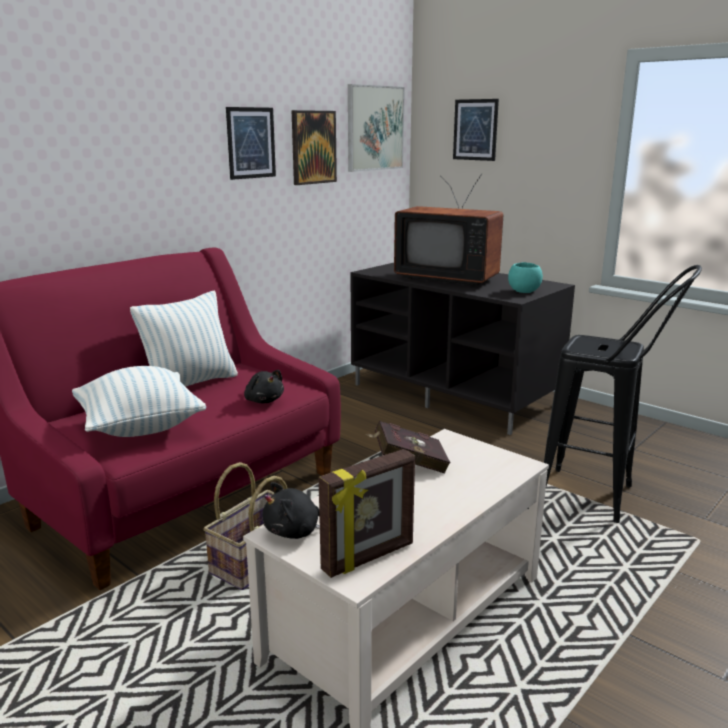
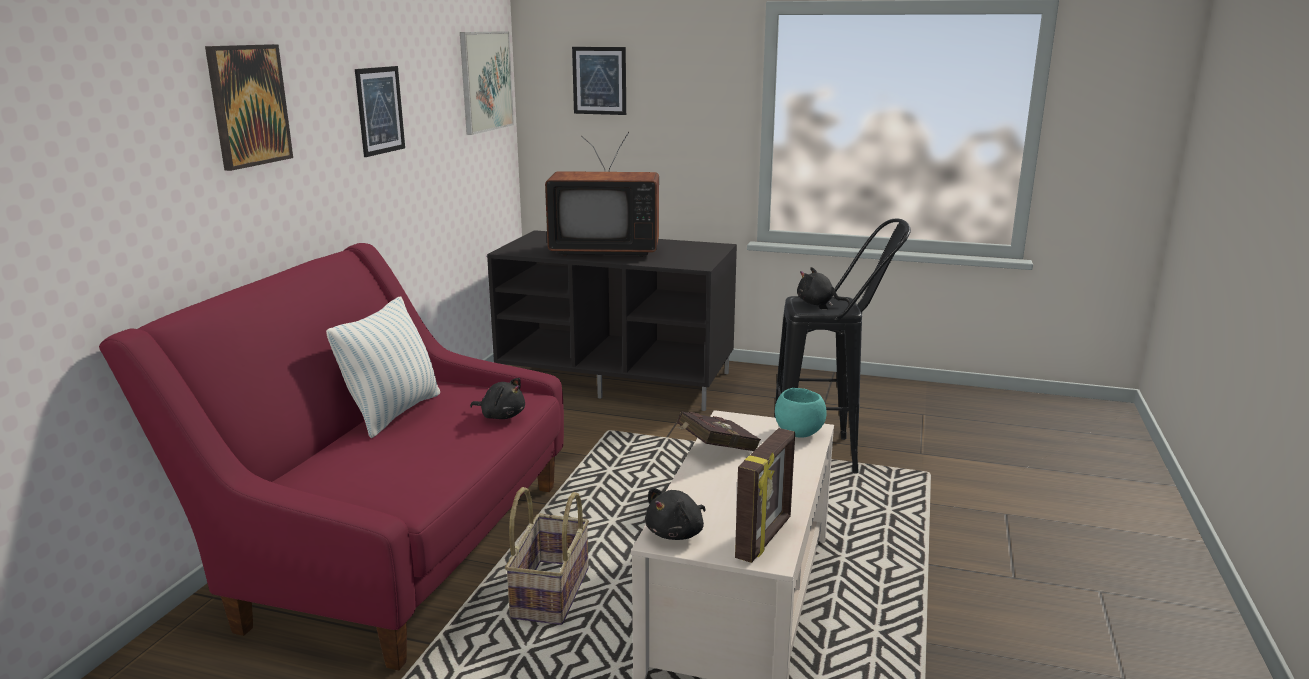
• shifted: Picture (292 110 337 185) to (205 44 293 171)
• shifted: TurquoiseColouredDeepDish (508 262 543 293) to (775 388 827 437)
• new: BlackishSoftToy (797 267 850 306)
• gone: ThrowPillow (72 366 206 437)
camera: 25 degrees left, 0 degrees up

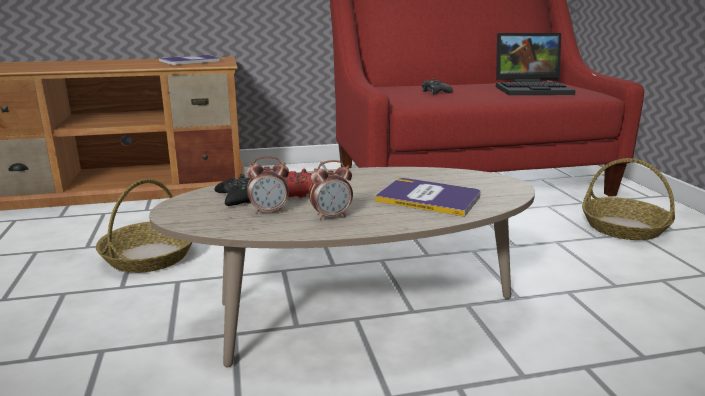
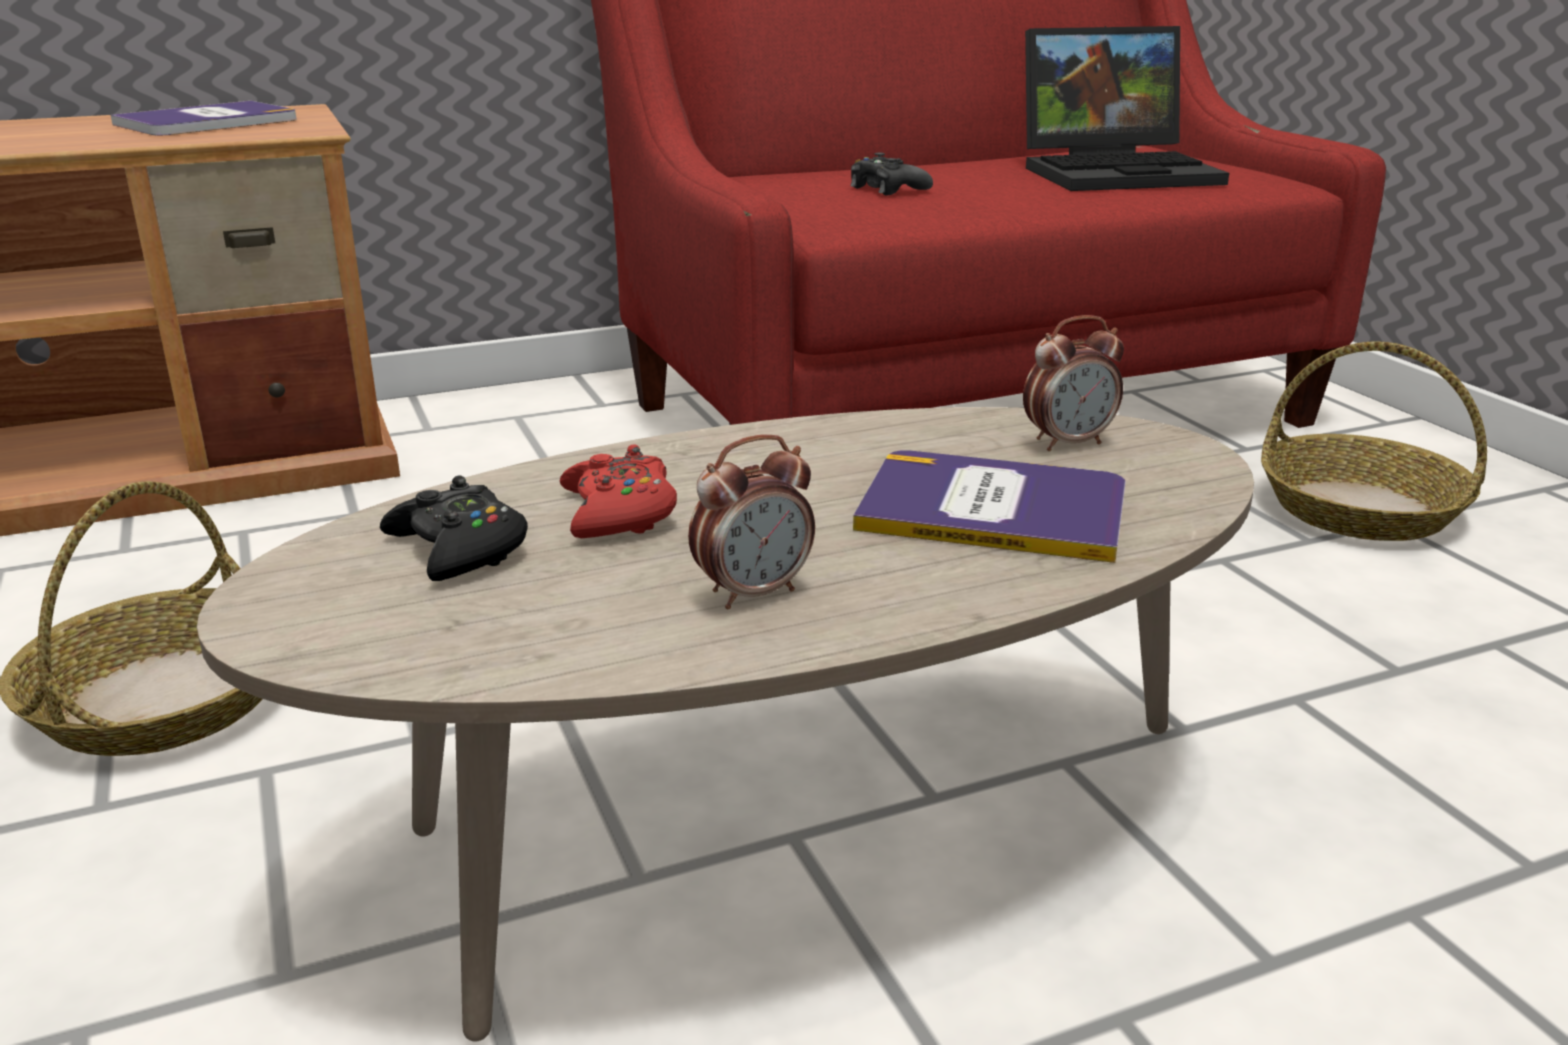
• shifted: AlarmClock (247 156 289 214) to (1023 315 1124 451)
camera: 10 degrees left, 5 degrees up

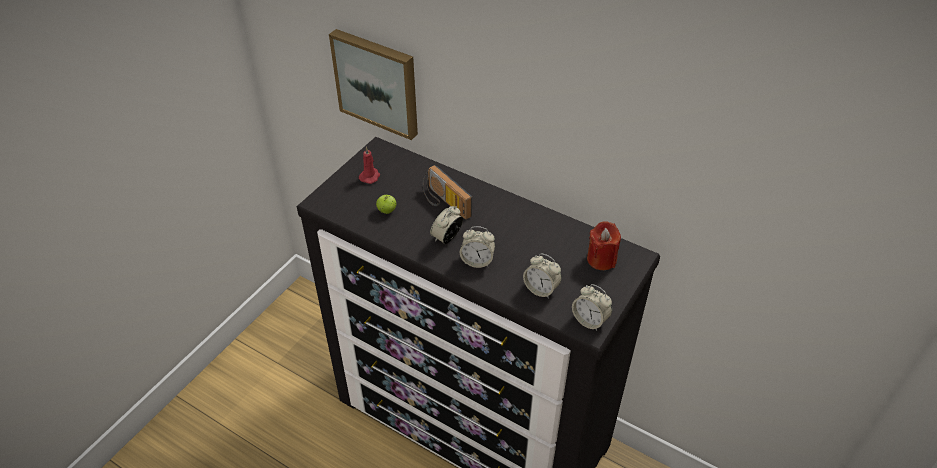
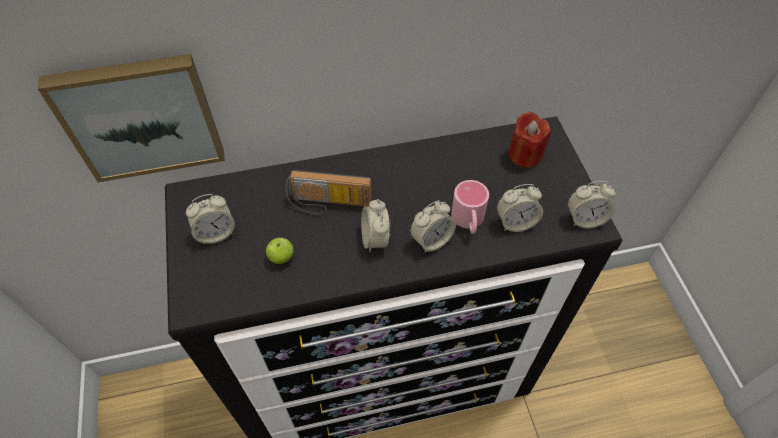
• swapped: RedWaxCandle (359 146 380 184) to AlarmClock (186 194 235 244)
• new: PinkColouredMug (451 180 489 234)
camera: 45 degrees left, 10 degrees up

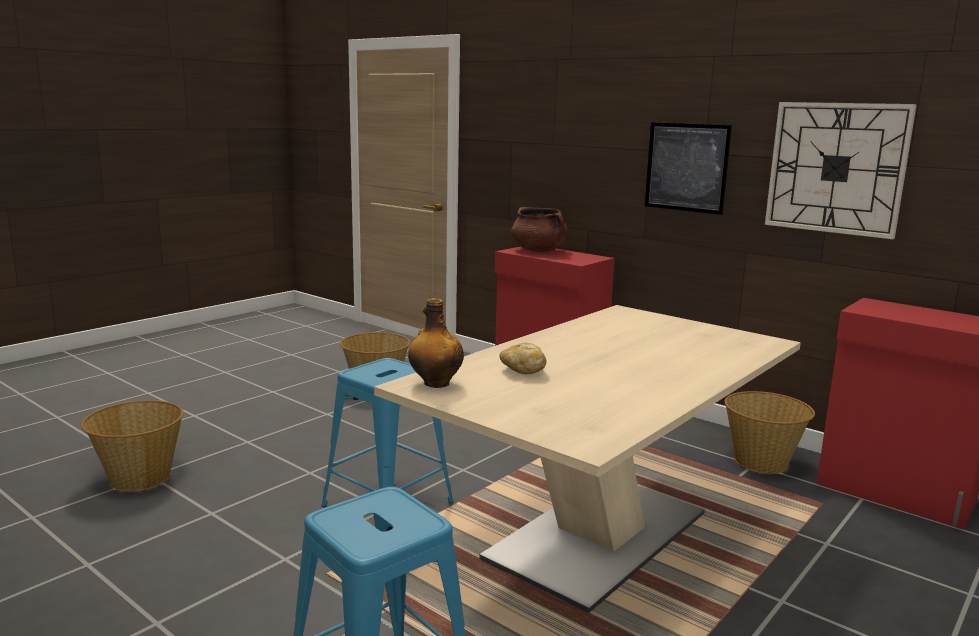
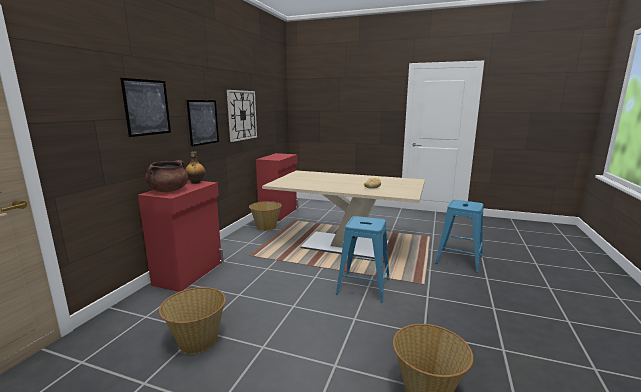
• new: Picture (120 78 171 137)
• shifted: BeverageBottle (408 298 464 388) to (185 152 205 184)
camera: 110 degrees left, 0 degrees up

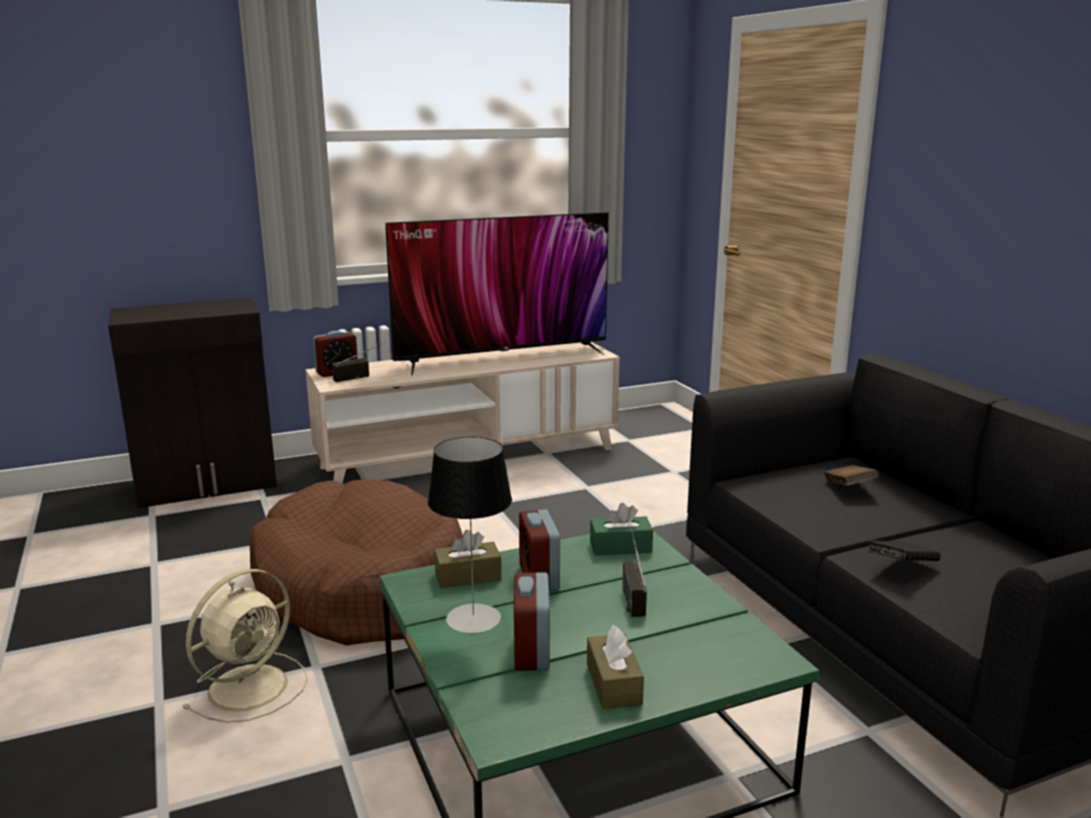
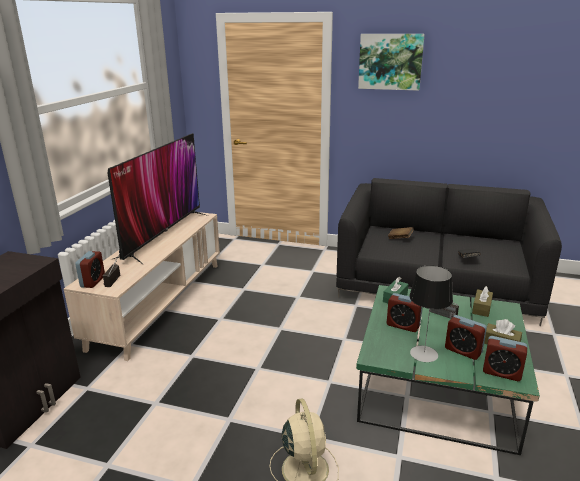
• new: Picture (358 34 425 91)
• shifted: BrownishBoxOfTissues (434 530 501 588) to (472 286 493 317)
• new: AlarmClock (483 336 528 381)
• gone: BrownishPetBed (249 479 463 645)
camera: 50 degrees left, 5 degrees up

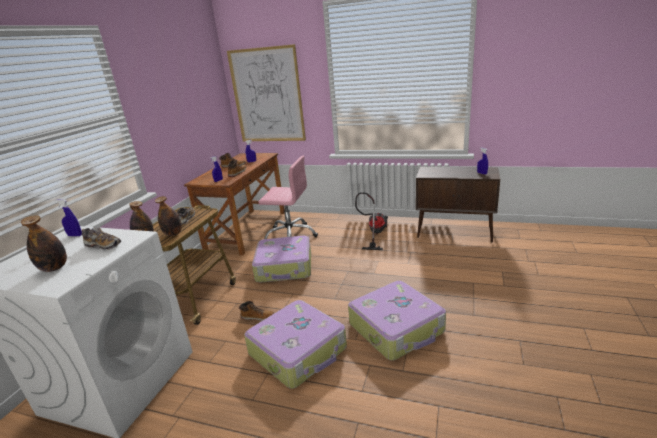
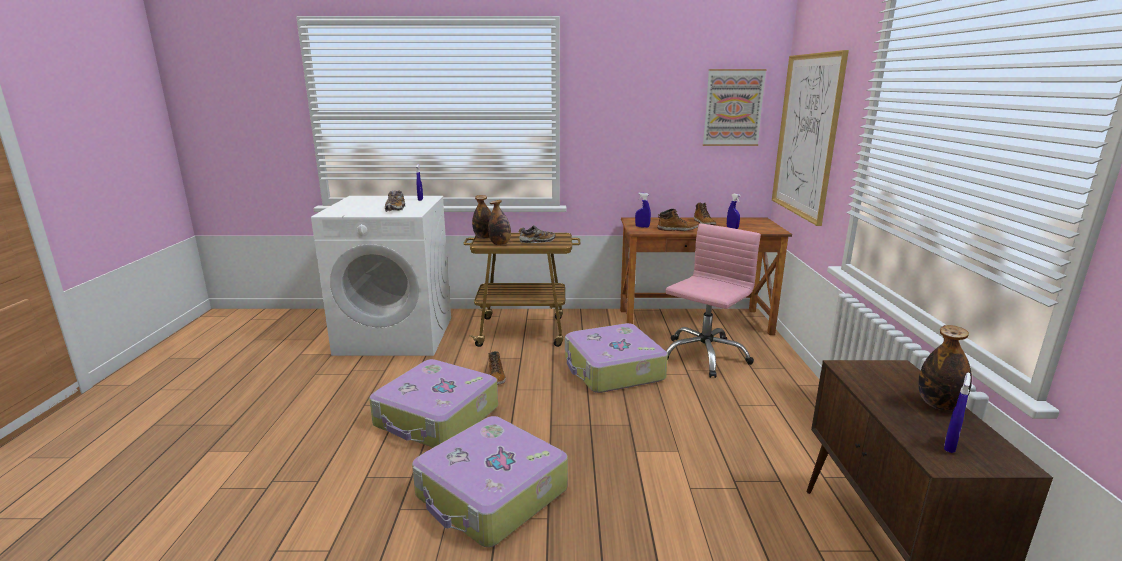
• rotated: PinkColouredOfficeChair (258 156 318 239) = (666 224 761 378) 135 degrees counterclockwise
• new: Picture (703 69 767 146)
• shifted: BeverageBottle (21 215 67 272) to (918 325 972 410)
• gone: Vacuum (355 192 388 250)
camera: 70 degrees right, 5 degrees down

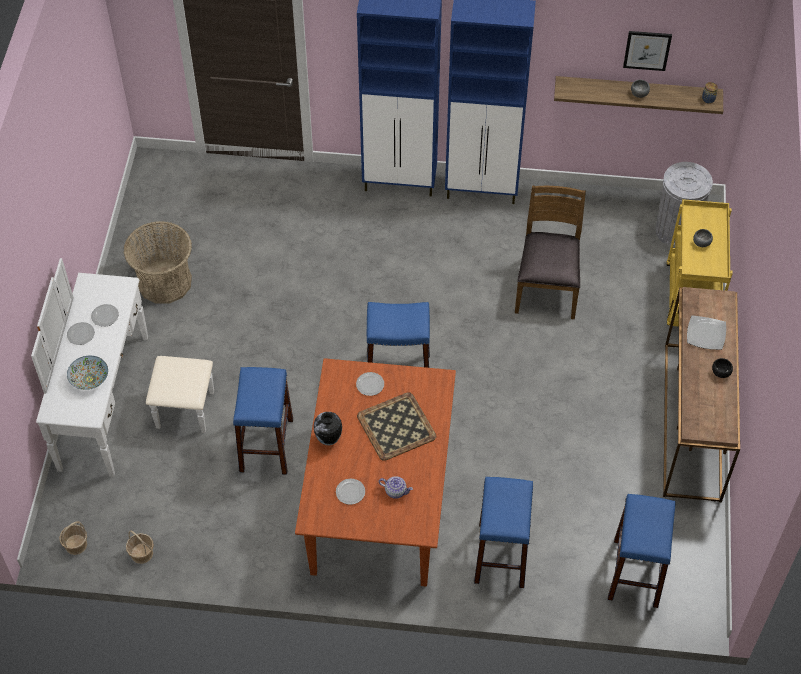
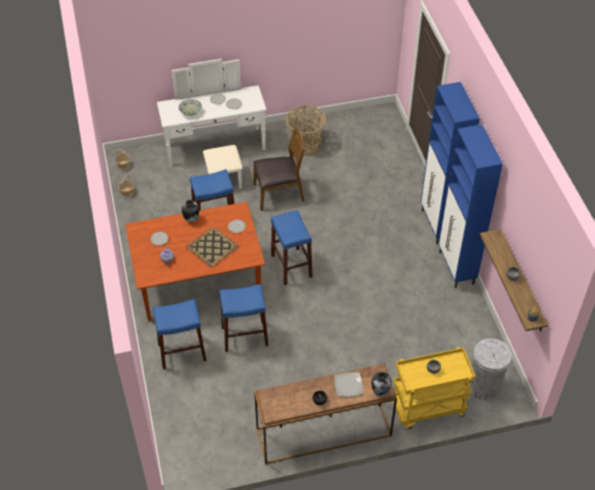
• shifted: BluishSittingStool (608 494 676 608) to (219 284 269 352)
• shifted: BrownishUprightChair (515 186 586 319) to (253 127 305 211)
• new: DecorativeVase (371 372 392 396)
• gone: Picture (623 31 672 71)
camera: 70 degrees right, 5 degrees down

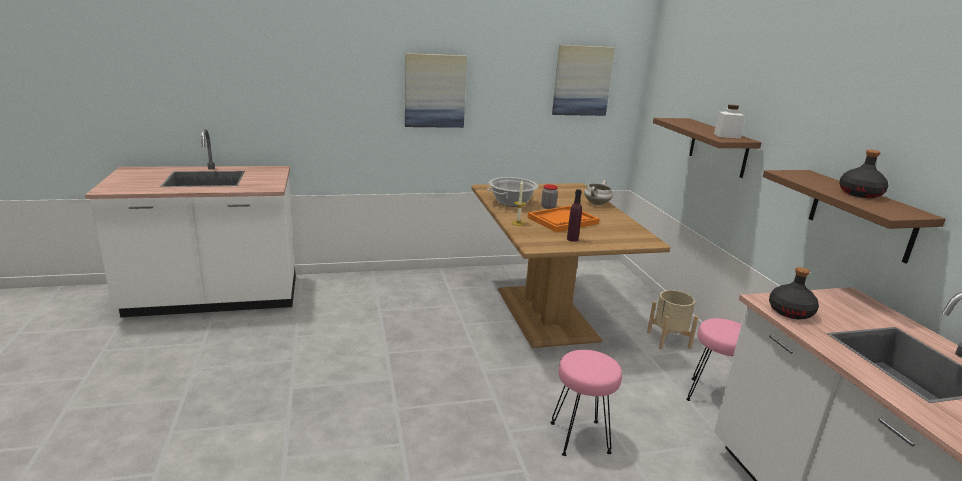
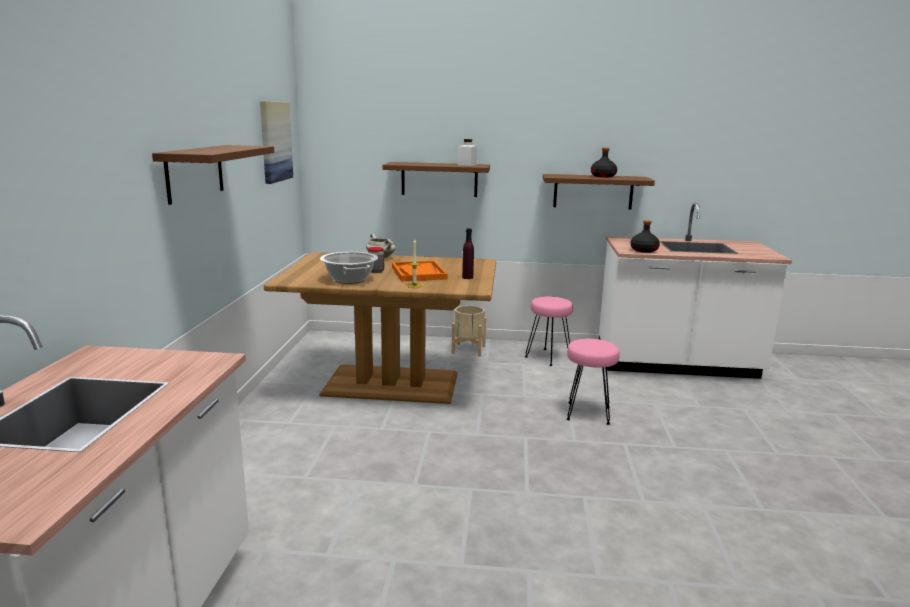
• swapped: Picture (405 53 467 128) to BrownishShelf (152 145 274 205)
camera: 70 degrees left, 5 degrees down

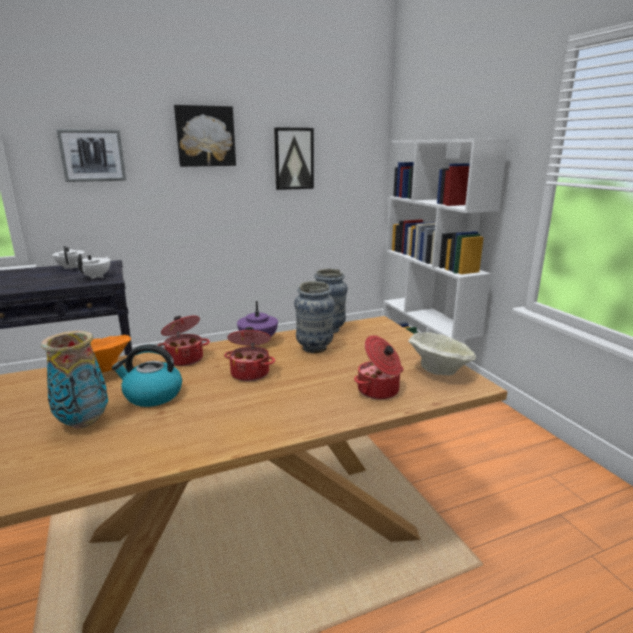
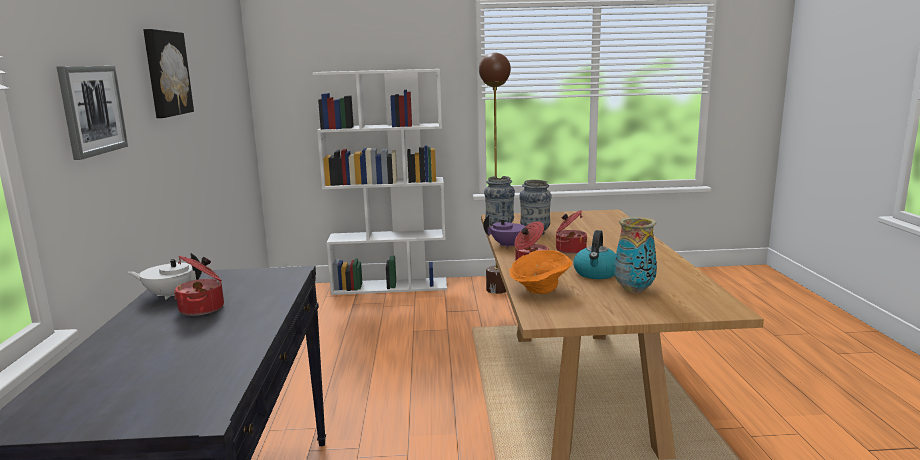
• shifted: CookingPot (354 335 404 399) to (174 256 224 316)
• new: BrownishStandingLamp (479 53 511 294)
• gone: WhitishTeapot (76 254 111 279)
• gone: Picture (274 127 314 190)
• gone: BeigeDeepDish (408 332 476 376)
camera: 70 degrees left, 5 degrees down

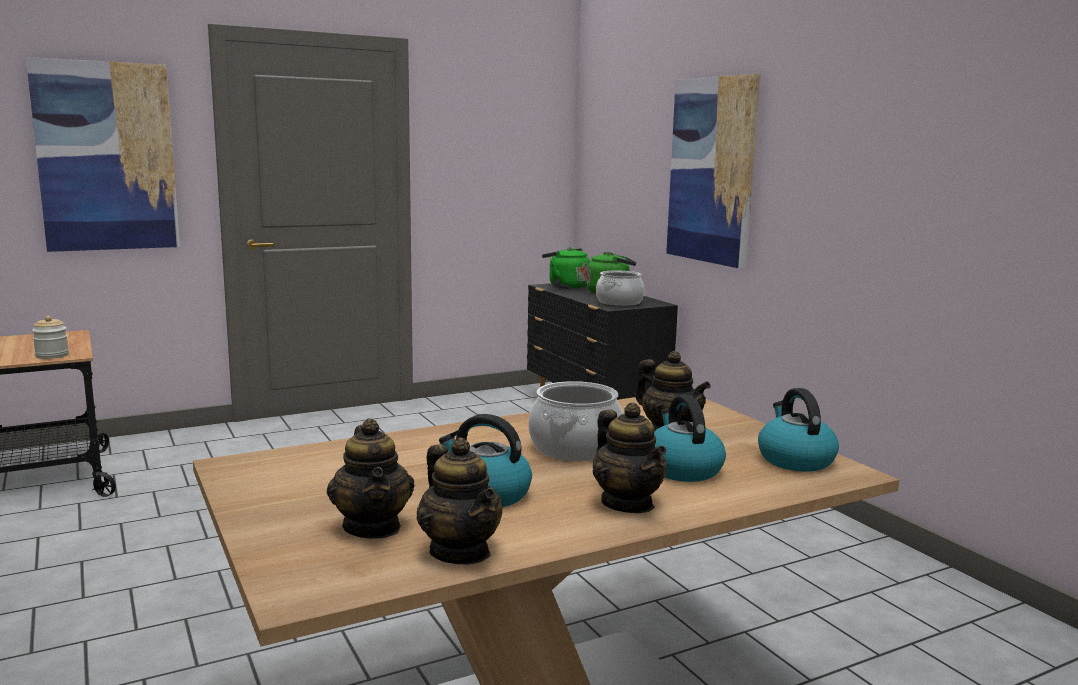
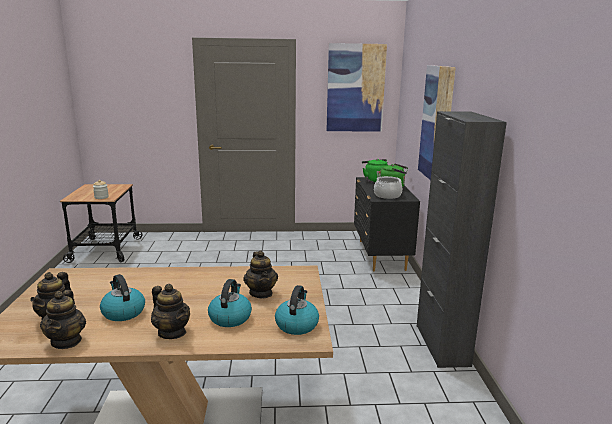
• rotated: Teapot (593 402 666 513) = (151 284 190 339) 45 degrees counterclockwise
• shifted: Picture (26 57 180 252) to (327 43 387 132)
• new: BlackishCabinet (417 111 507 368)
• gone: CookingPot (529 381 623 461)
camera: 25 degrees right, 5 degrees up

